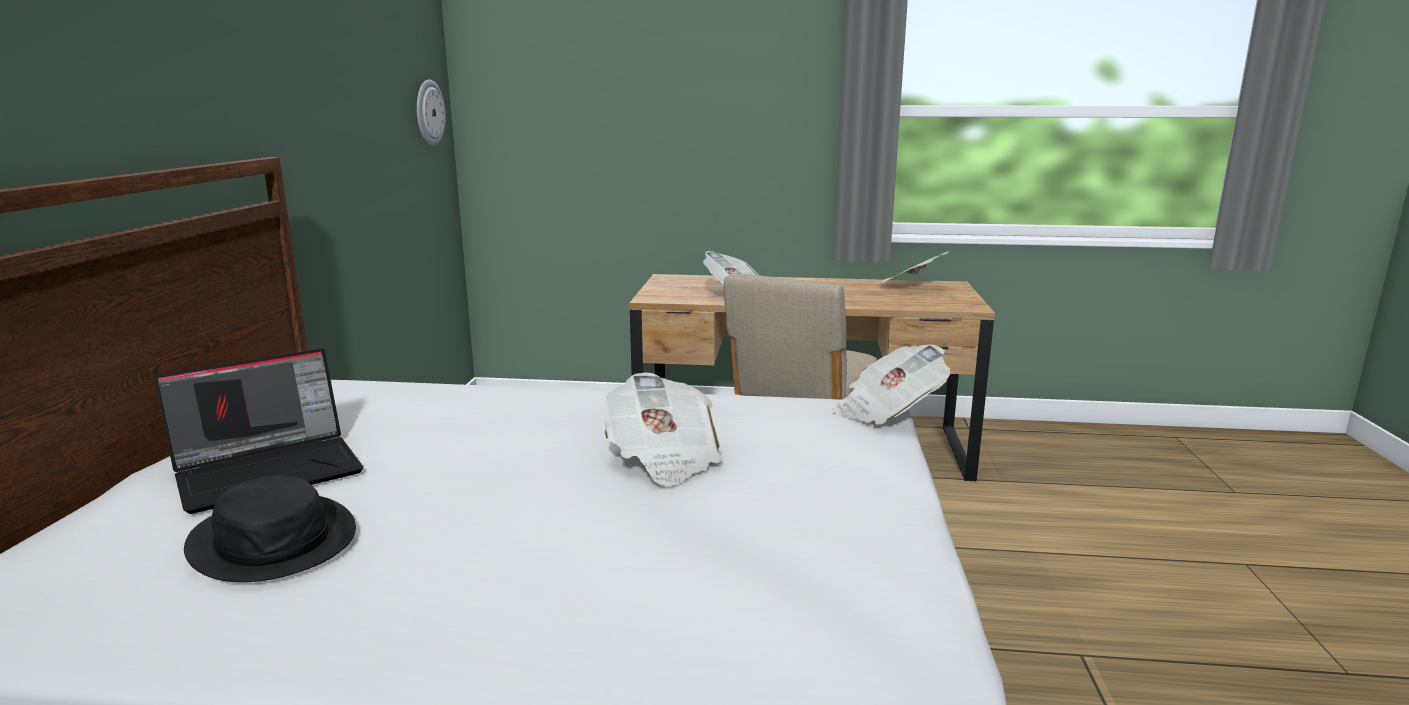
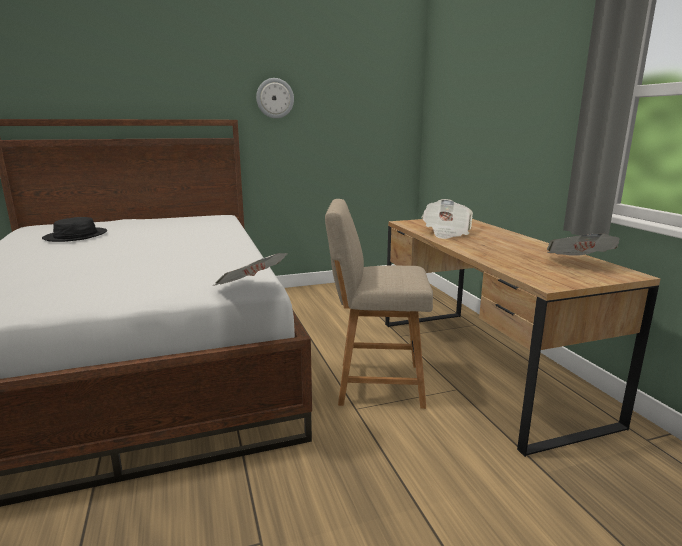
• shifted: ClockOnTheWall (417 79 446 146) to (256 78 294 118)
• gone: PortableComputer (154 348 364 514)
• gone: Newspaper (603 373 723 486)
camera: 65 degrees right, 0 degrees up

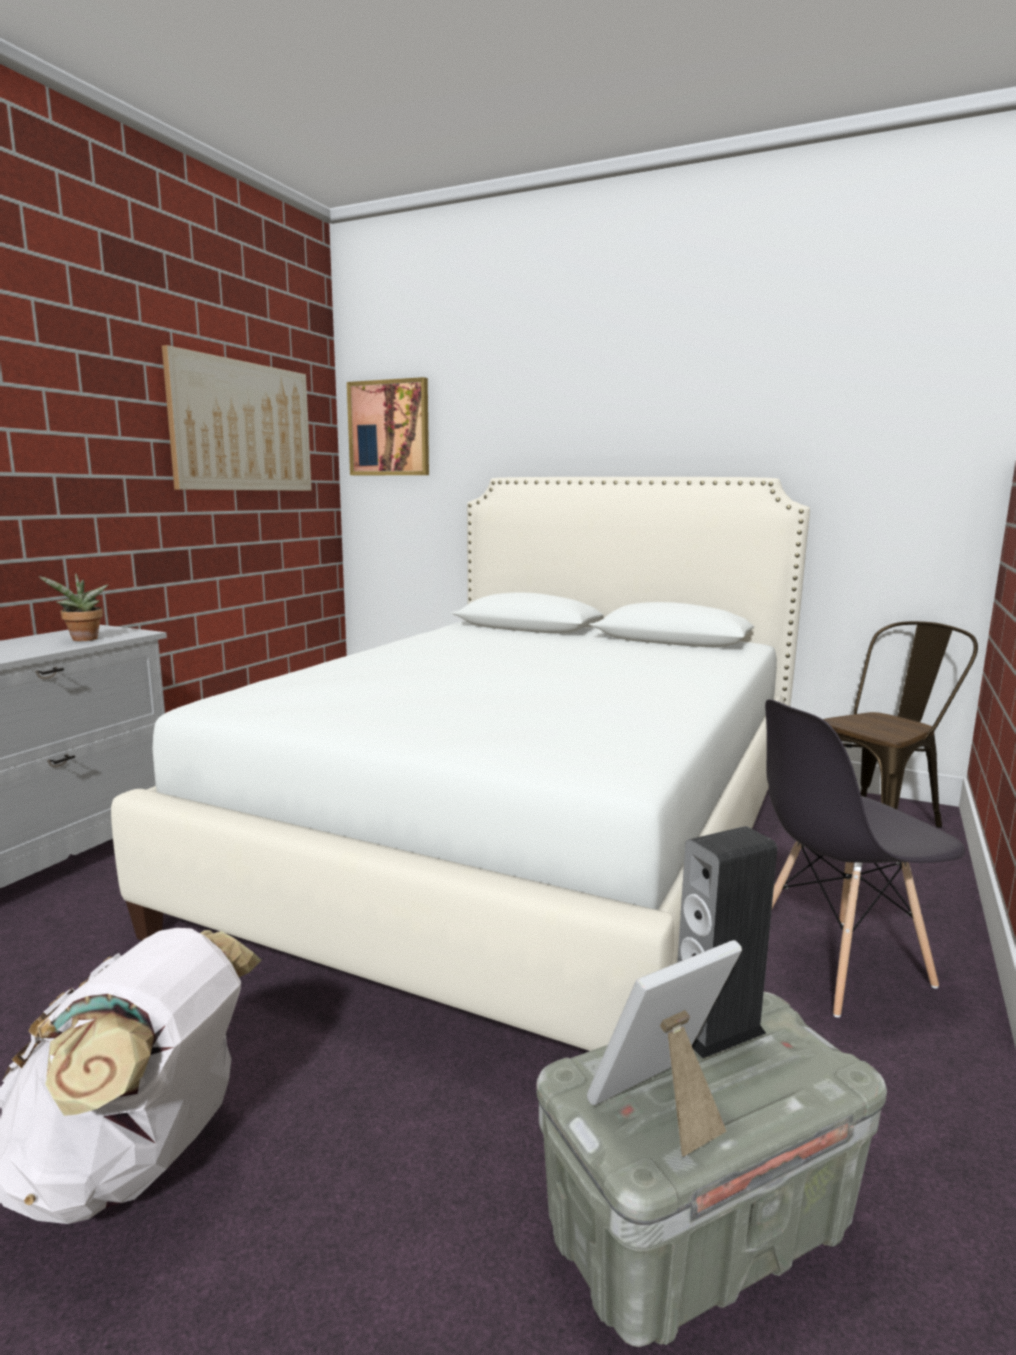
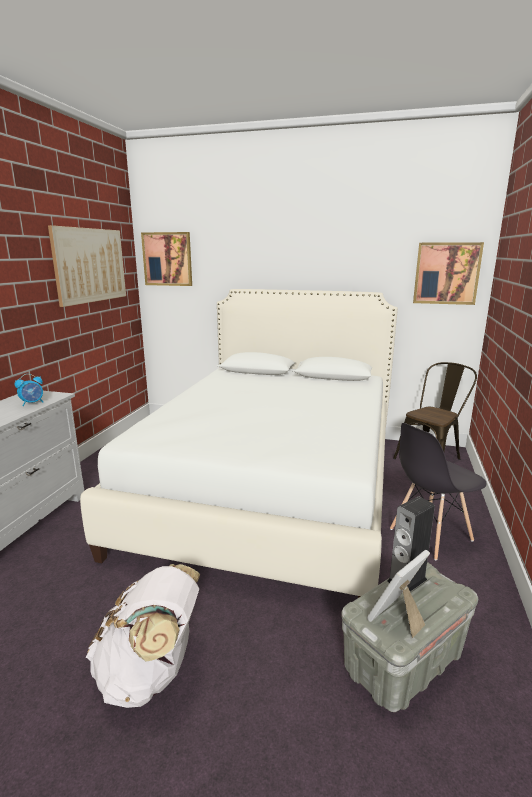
• swapped: PottedPlant (39 573 108 641) to AlarmClock (15 374 43 406)
• new: Picture (413 242 484 305)
camera: 10 degrees left, 5 degrees up

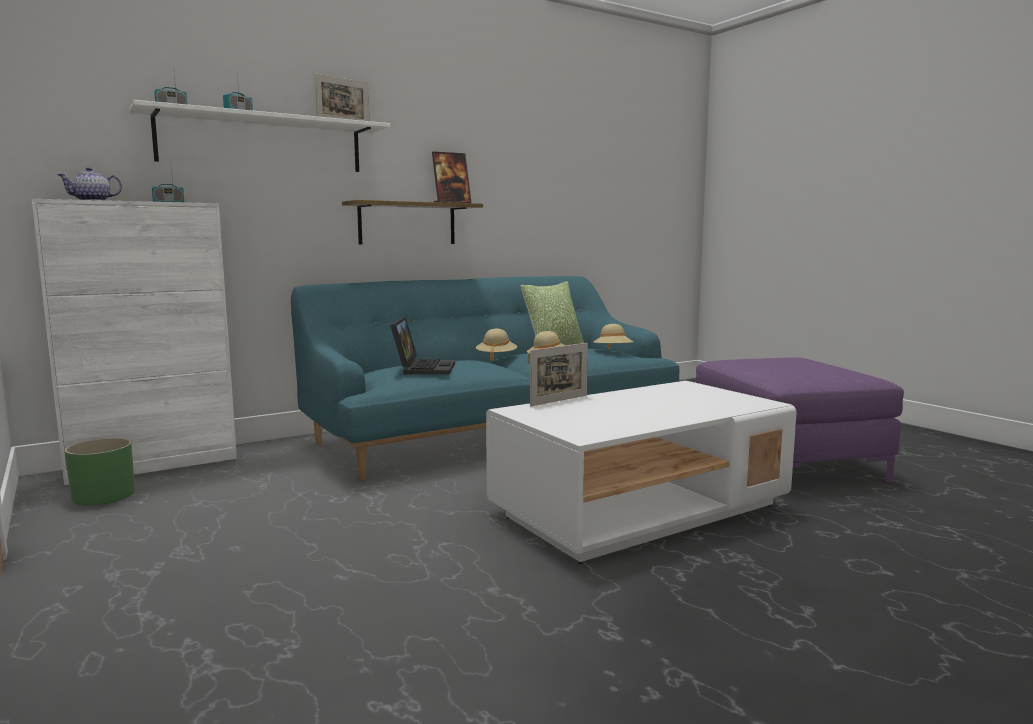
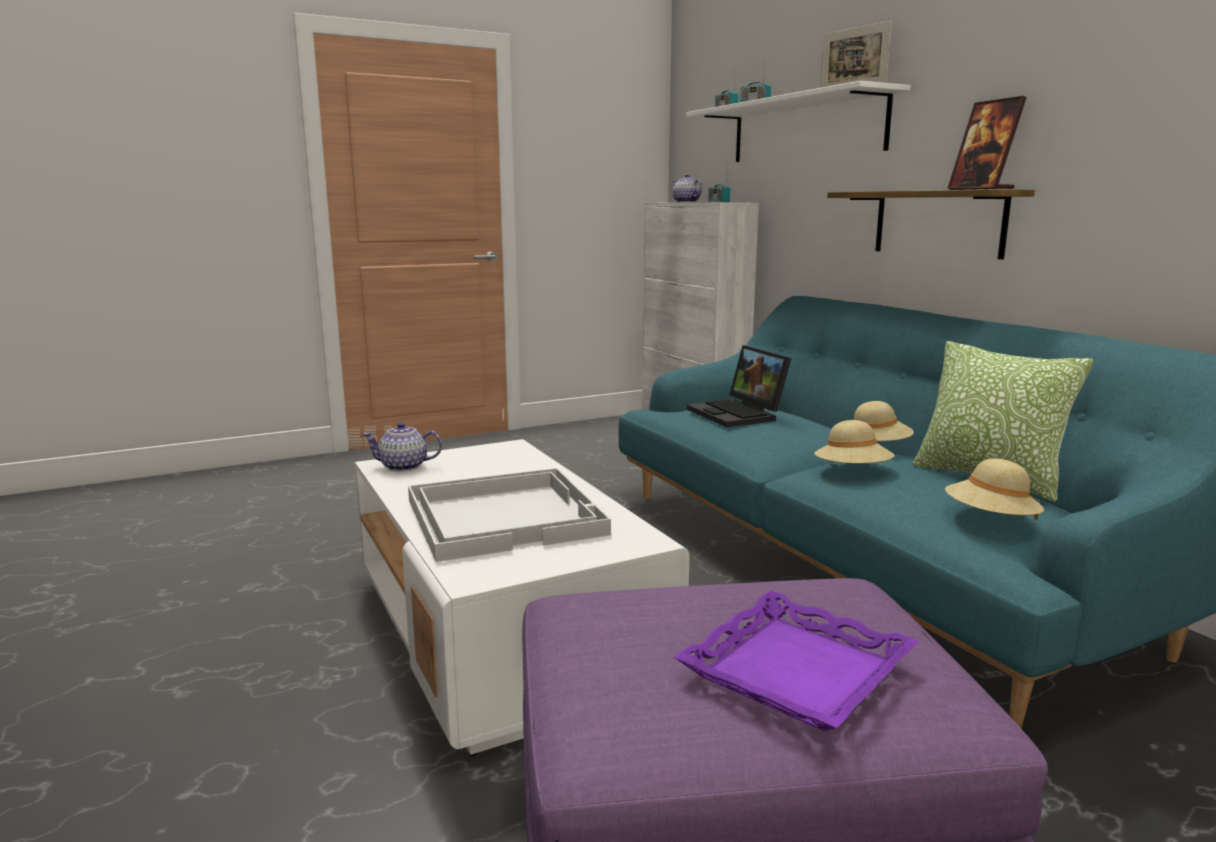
• new: Teapot (362 422 442 472)
• new: WhitishTray (408 468 611 562)
• new: PurpleColouredTray (674 591 919 731)
• rotated: PortableComputer (390 317 455 375) = (687 345 792 427) 60 degrees clockwise
• gone: GreenishPlantPot (65 438 135 506)
• gone: PictureFrame (530 343 588 406)
camera: 95 degrees right, 5 degrees up

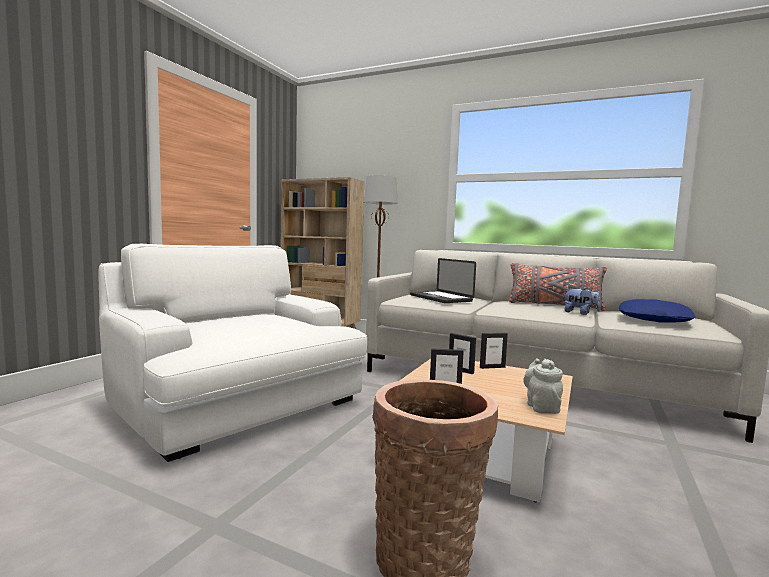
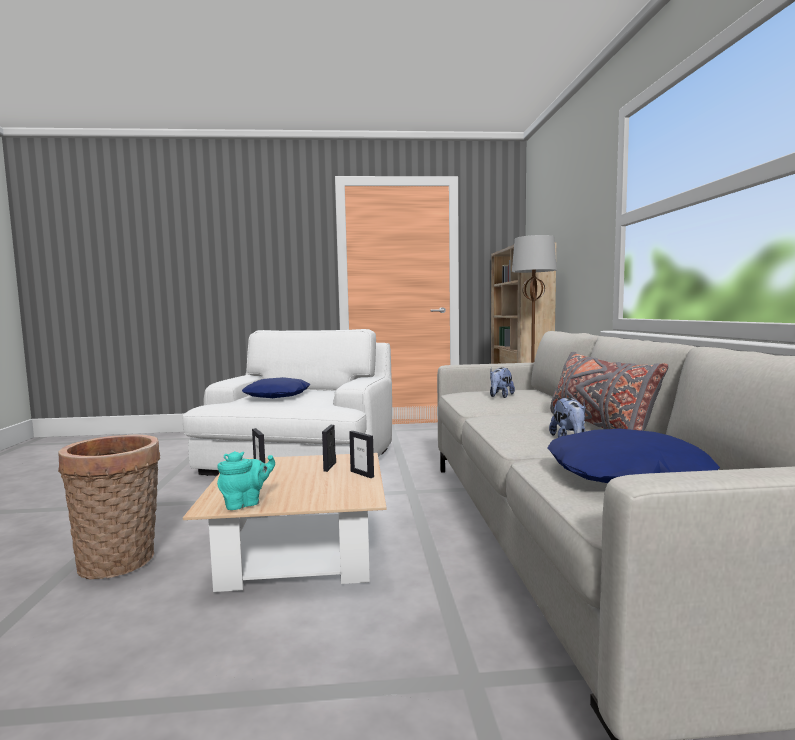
• repainted: GrayTeapot (523 358 563 414) to TurquoiseColouredTeapot (217 451 275 510)
• new: BluishThrowPillow (242 377 311 398)
• swapped: PortableComputer (410 258 476 303) to SoftToy (490 367 515 398)
camera: 60 degrees right, 0 degrees up

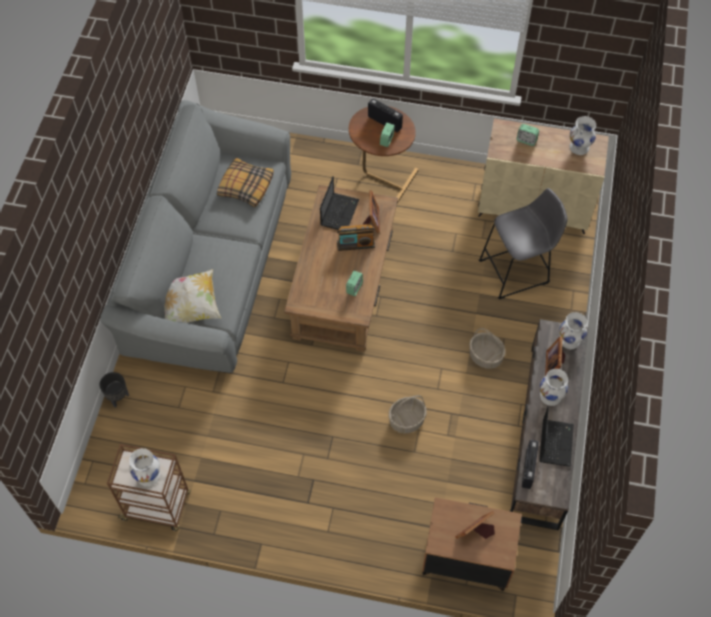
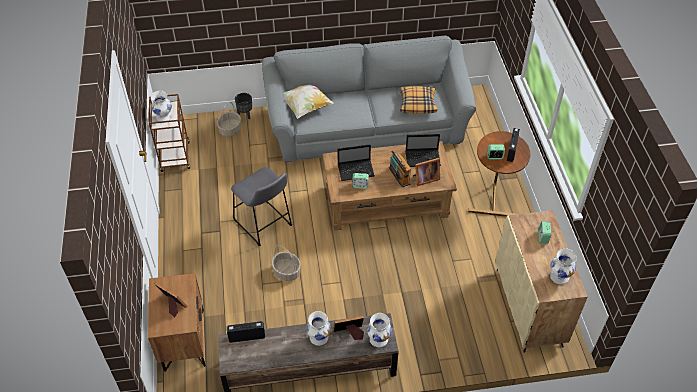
• shifted: Basket (469 328 506 369) to (217 102 241 137)
• shifted: GraySittingStool (479 188 568 299) to (231 167 292 246)
• shifted: PortableComputer (539 407 574 466) to (337 144 375 181)
camera: 70 degrees right, 10 degrees down

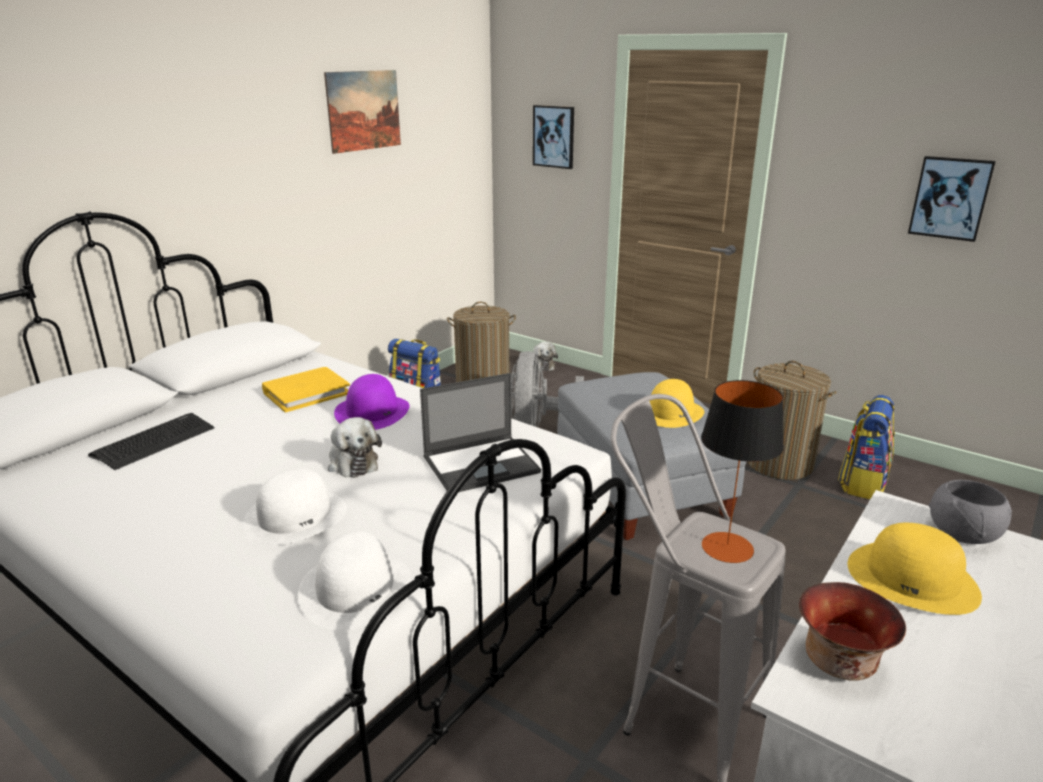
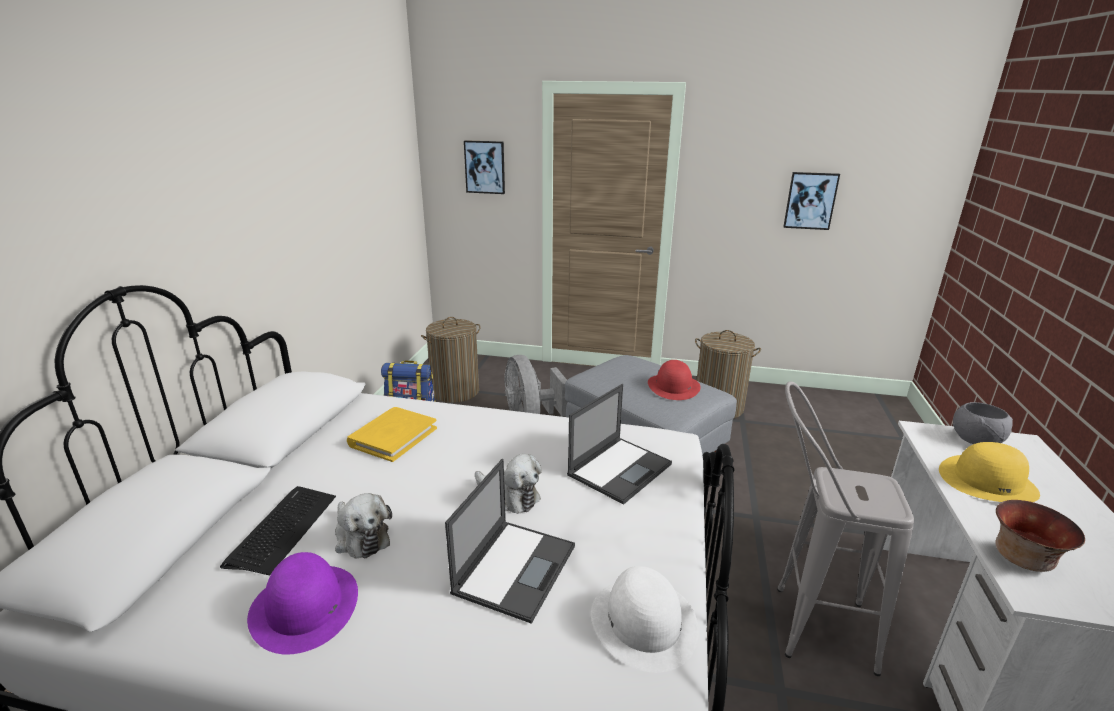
• shifted: PurpleColouredClothingHat (334 374 409 430) to (247 552 358 655)
• shifted: SoftToy (533 342 558 372) to (335 493 392 559)
• swapped: WhitishClothingHat (242 469 347 546) to PortableComputer (445 459 575 624)
• repainted: YellowColouredClothingHat (650 379 704 428) to RedClothingHat (648 360 701 400)
• gone: Picture (324 70 401 154)
• gone: LampForATable (701 380 784 563)
• gone: Backpack (838 395 895 499)
camera: 25 degrees left, 0 degrees up

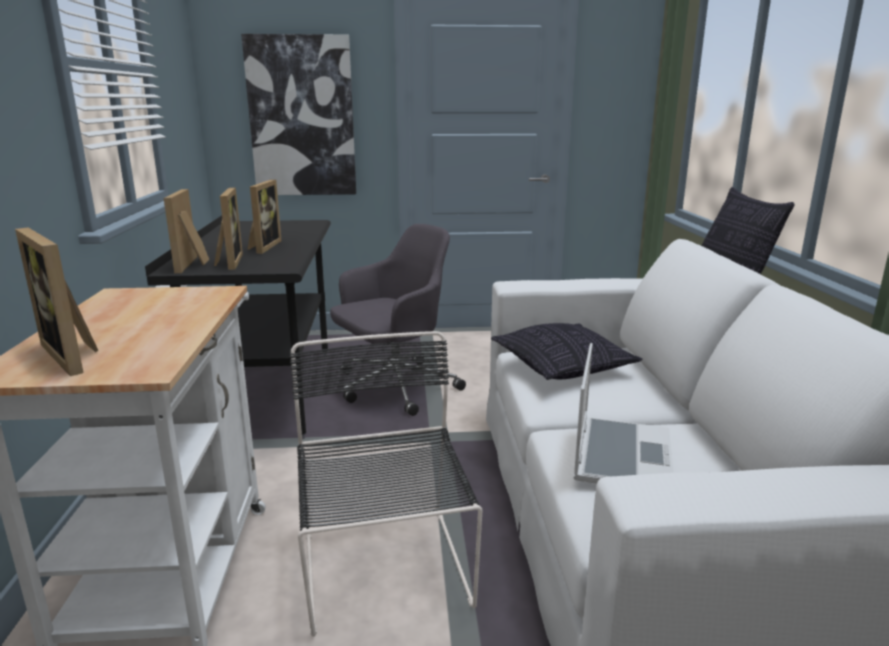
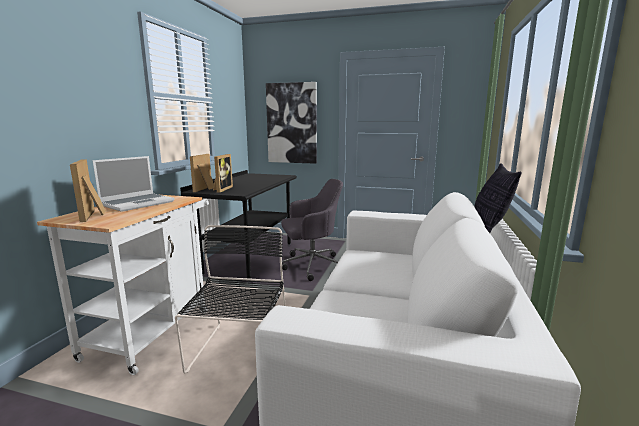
• shifted: PortableComputer (574 343 673 484) to (93 156 175 212)
• gone: PictureFrame (248 179 281 254)
• gone: ThrowPillow (491 323 642 380)
camera: 20 degrees right, 5 degrees down

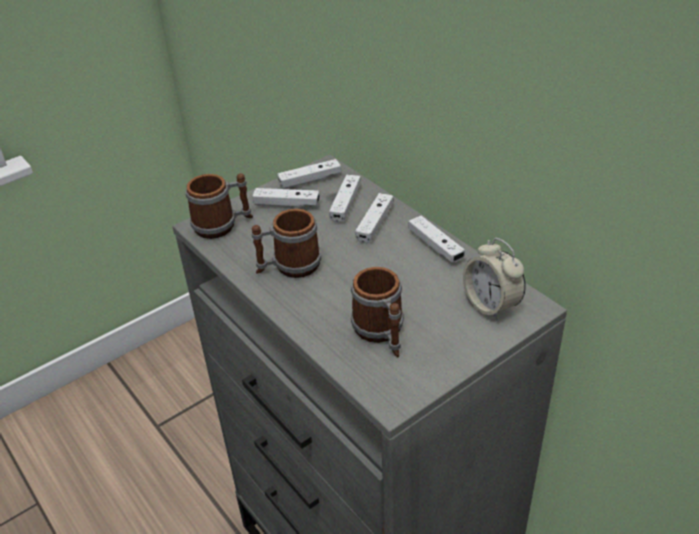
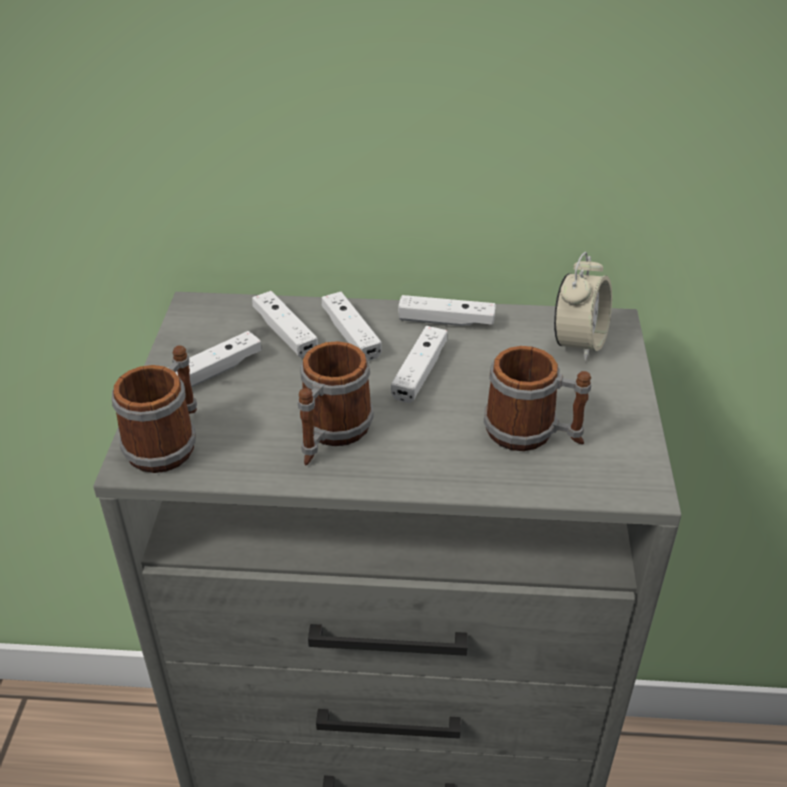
• shifted: WhitishGameController (277 159 341 189) to (391 326 448 403)
• rotated: AlarmClock (463 238 526 321) = (554 252 612 361) 75 degrees counterclockwise
camera: 50 degrees left, 0 degrees up

